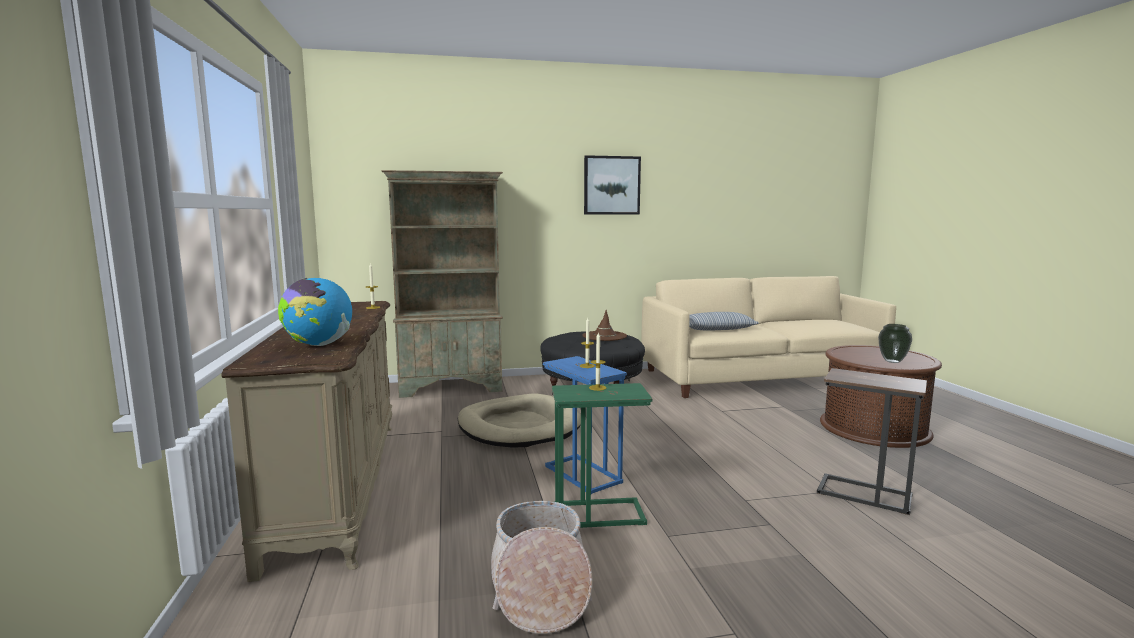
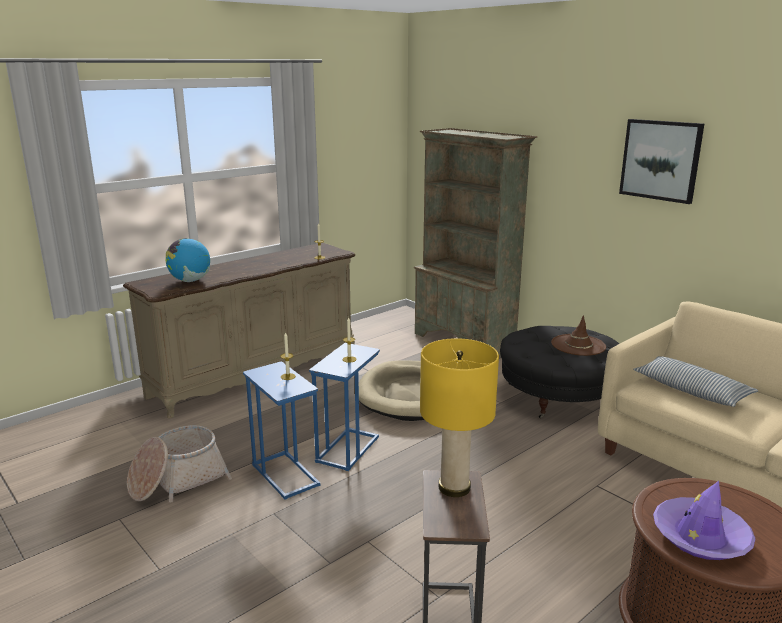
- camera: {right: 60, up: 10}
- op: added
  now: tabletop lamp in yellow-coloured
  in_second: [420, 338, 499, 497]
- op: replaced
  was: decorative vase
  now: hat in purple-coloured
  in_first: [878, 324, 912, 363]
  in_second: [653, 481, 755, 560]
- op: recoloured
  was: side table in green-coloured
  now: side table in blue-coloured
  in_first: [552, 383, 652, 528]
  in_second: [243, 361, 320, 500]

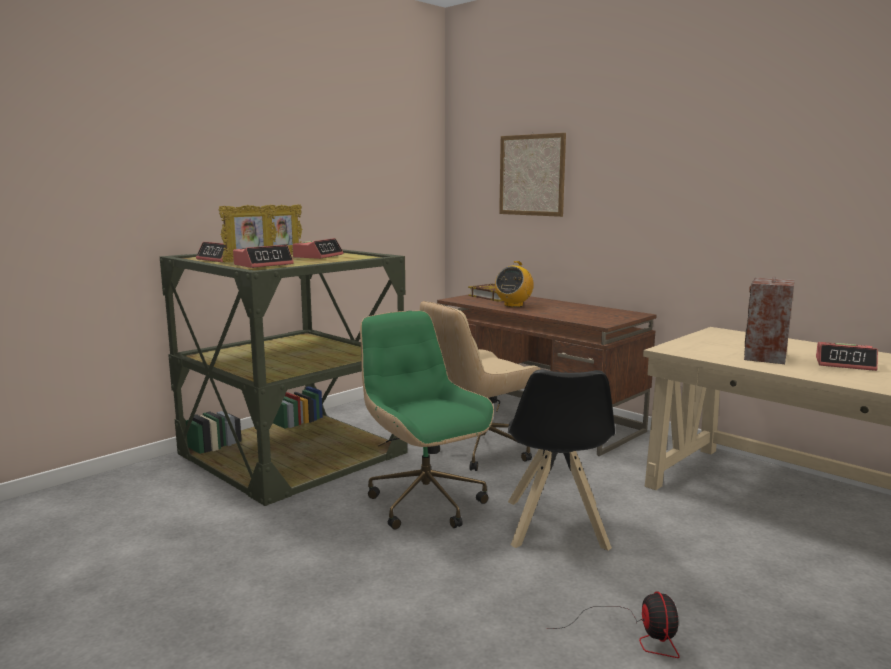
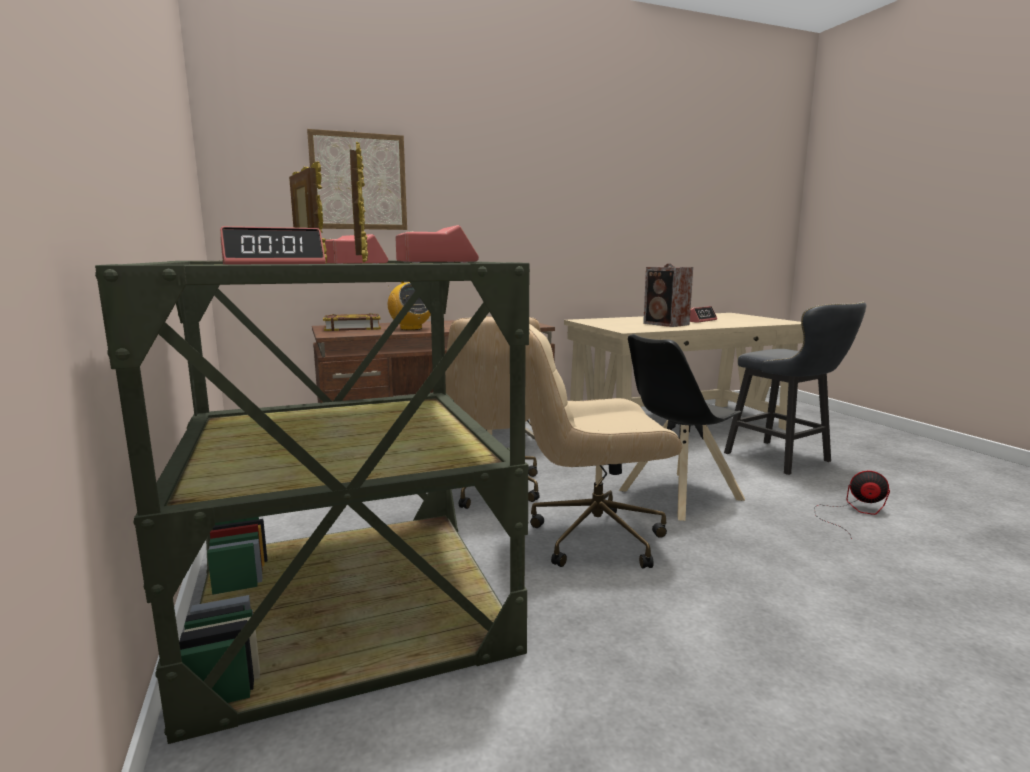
- camera: {right: -65, up: 0}
- op: added
  now: sitting stool in greyish
  in_second: [724, 302, 867, 475]
- op: recoloured
  was: computer chair in green-coloured
  now: computer chair in sand-coloured
  in_first: [360, 311, 494, 529]
  in_second: [525, 324, 682, 568]
- op: turned
  was: upright chair in black
  in_first: [508, 369, 615, 551]
  in_second: [619, 334, 745, 521]
  clockwise: 120

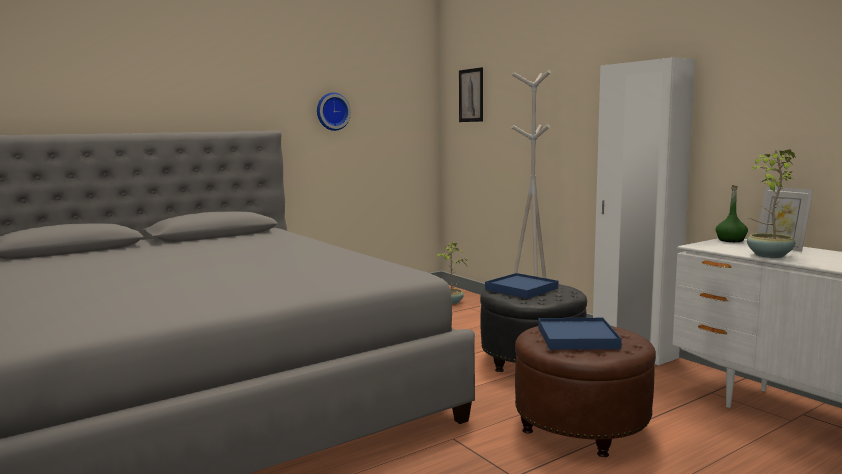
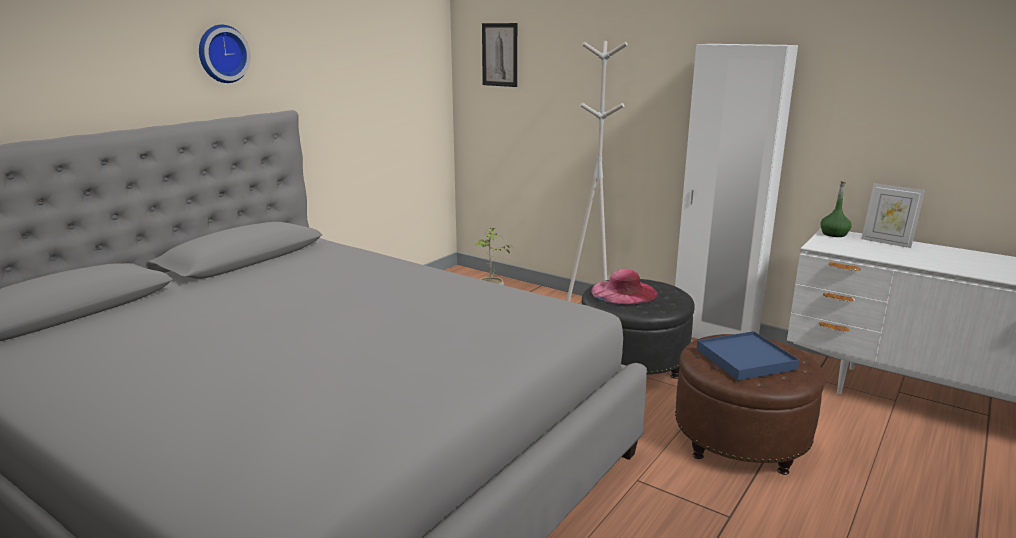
- camera: {right: -20, up: 10}
- op: removed
  was: houseplant
  in_first: [747, 150, 797, 258]
- op: moved
  was: clock on the wall
  in_first: [317, 92, 351, 131]
  in_second: [199, 25, 251, 83]
- op: replaced
  was: carrying tray in blue-coloured
  now: hat in pink
  in_first: [485, 273, 558, 299]
  in_second: [591, 269, 658, 305]

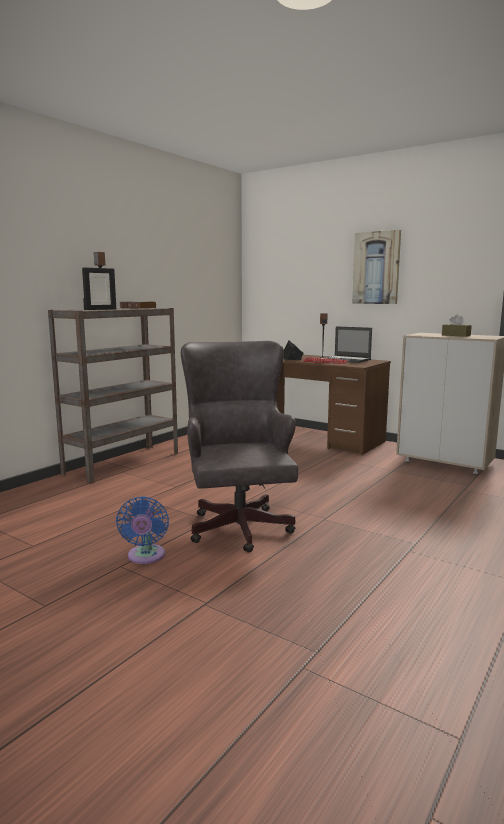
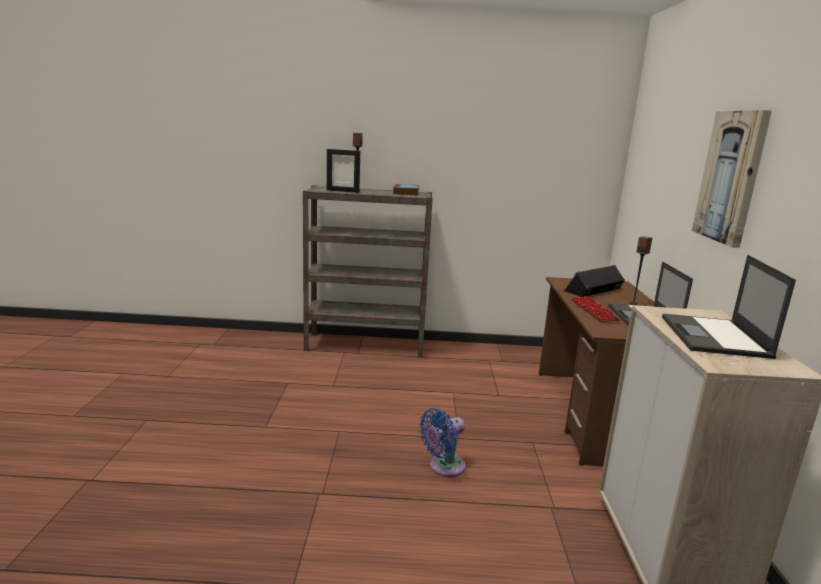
- camera: {right: 55, up: 5}
- op: removed
  was: computer chair in greyish
  in_first: [181, 341, 298, 552]
- op: moved
  was: electric fan in blue-coloured
  in_first: [116, 496, 169, 564]
  in_second: [420, 408, 466, 477]
- op: replaced
  was: box of tissues in brownish
  now: portable computer
  in_first: [442, 314, 472, 337]
  in_second: [662, 255, 796, 359]

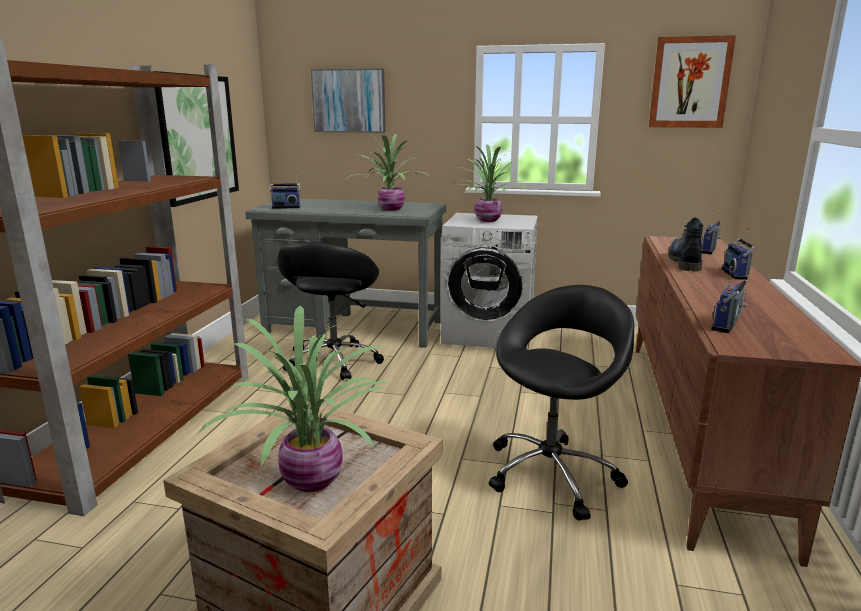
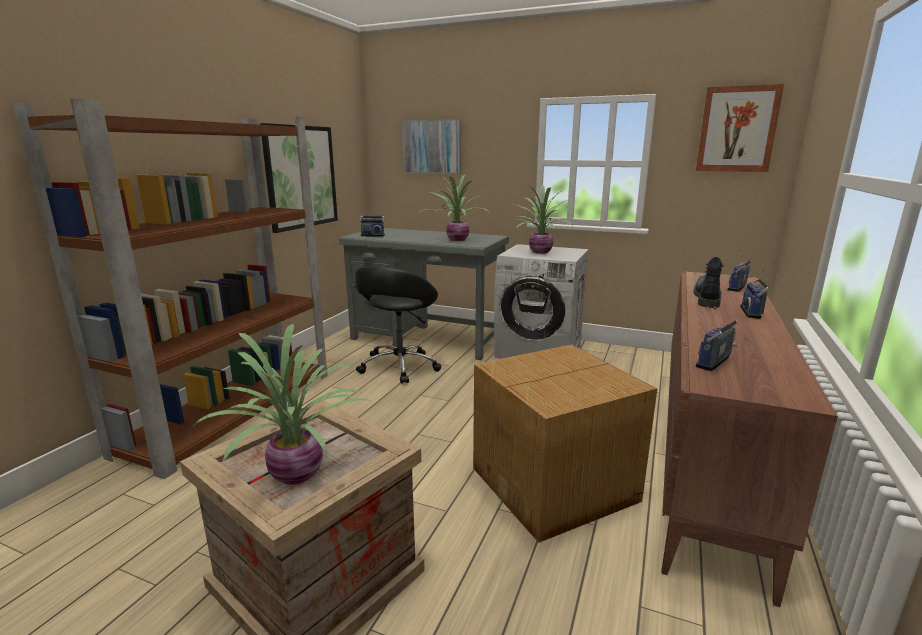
- camera: {right: 10, up: 0}
- op: replaced
  was: computer chair in black
  now: cardboard box
  in_first: [489, 285, 634, 520]
  in_second: [473, 344, 657, 543]

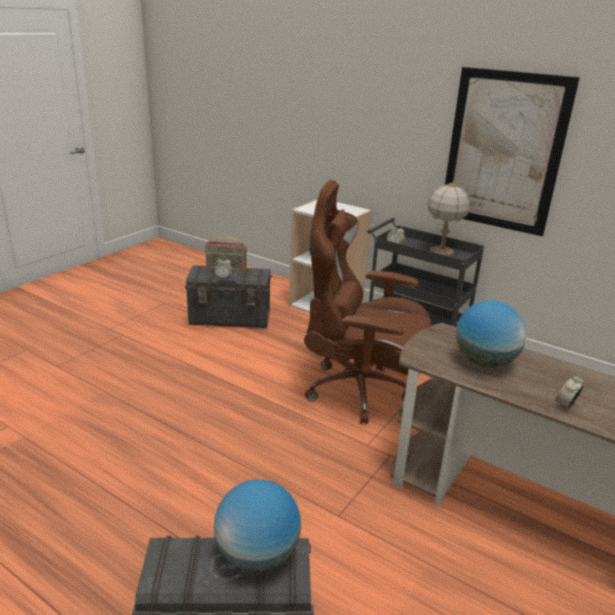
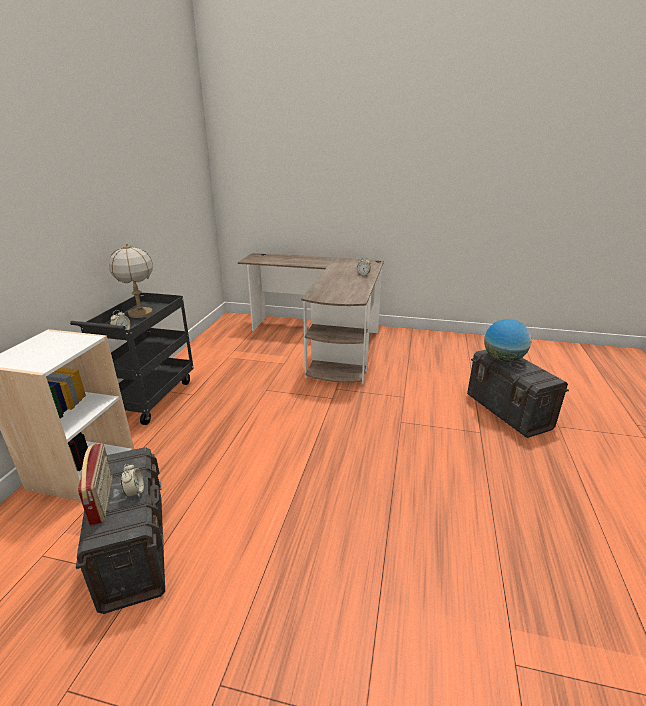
- camera: {right: -110, up: 0}
- op: removed
  was: computer chair in brownish
  in_first: [304, 180, 431, 424]
- op: removed
  was: picture
  in_first: [445, 67, 580, 236]
- op: removed
  was: desk globe
  in_first: [456, 300, 526, 368]

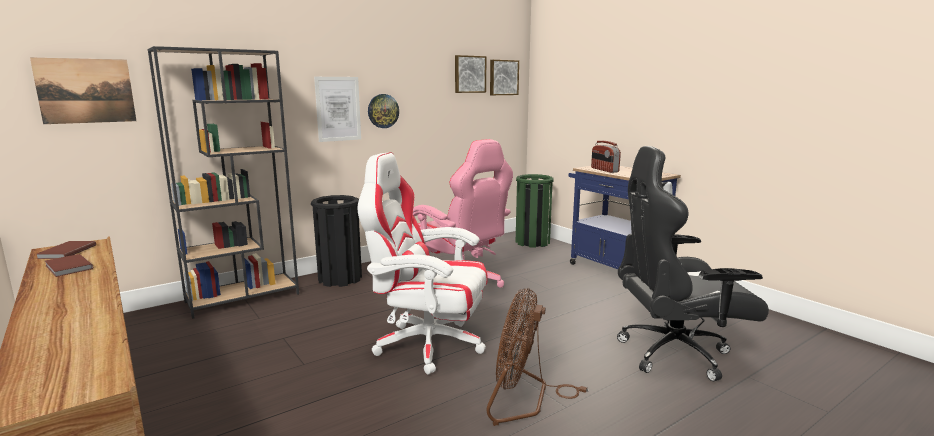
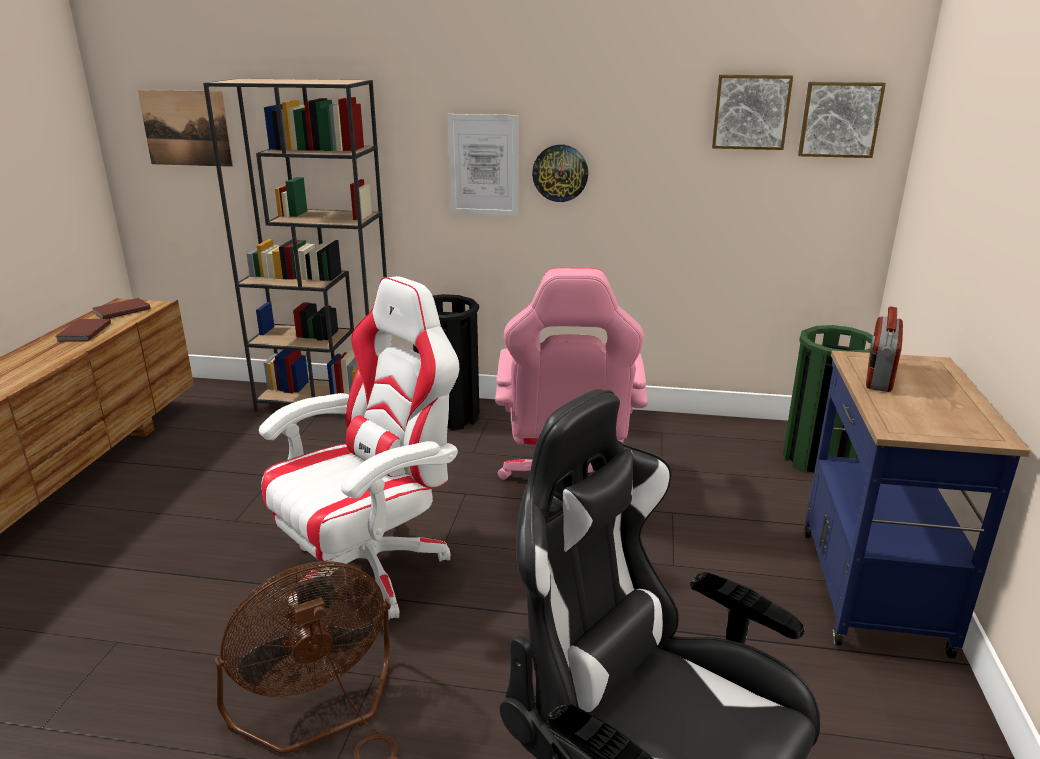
- camera: {right: 45, up: 10}
- op: turned
  was: computer chair in white-coloured
  in_first: [358, 152, 488, 375]
  in_second: [259, 276, 459, 620]
  clockwise: 75

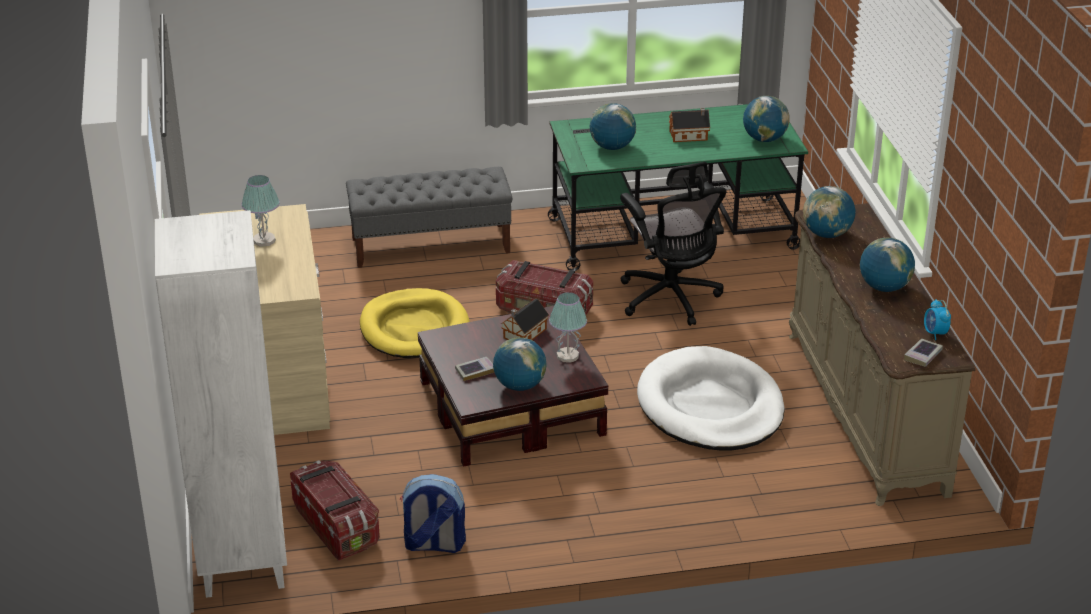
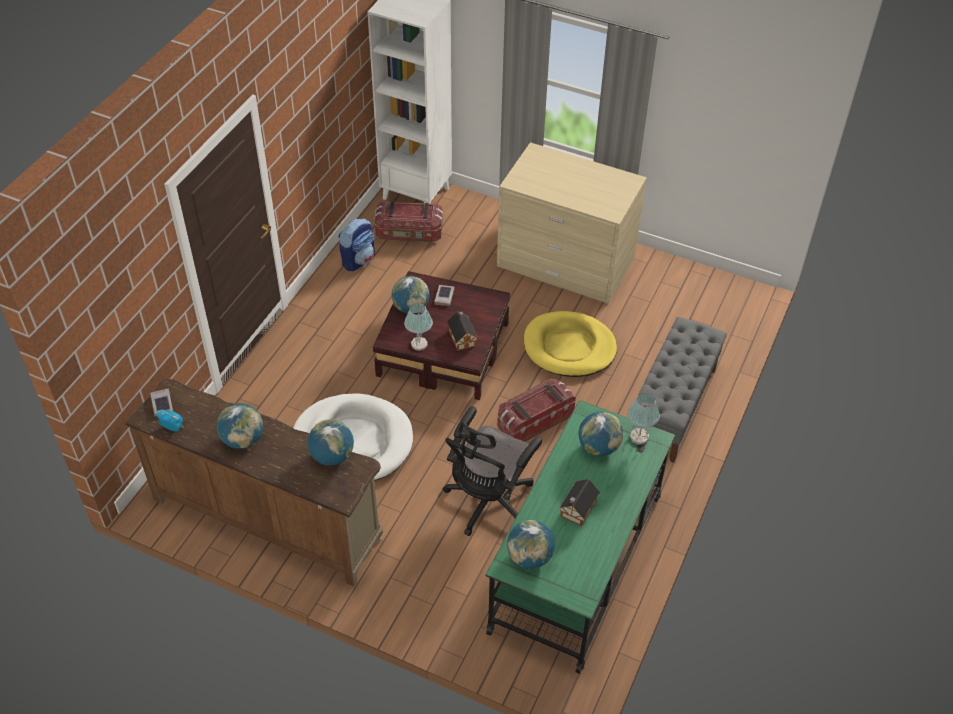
- camera: {right: 125, up: 15}
- op: moved
  was: tabletop lamp
  in_first: [241, 175, 280, 247]
  in_second: [627, 393, 660, 445]
- op: turned
  was: computer chair
  in_first: [620, 162, 726, 326]
  in_second: [443, 406, 542, 536]
  clockwise: -75

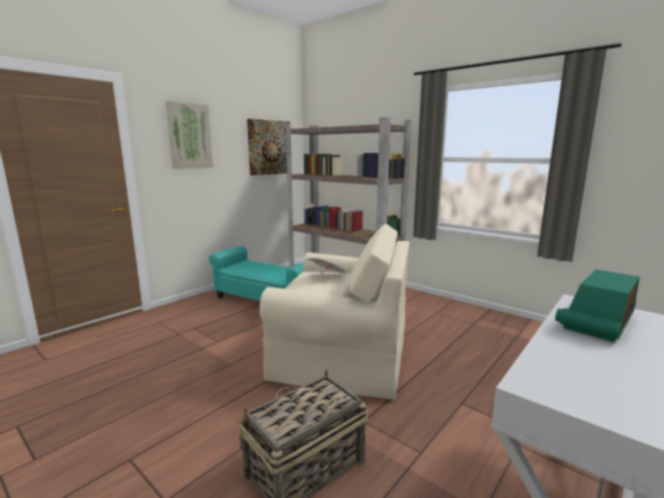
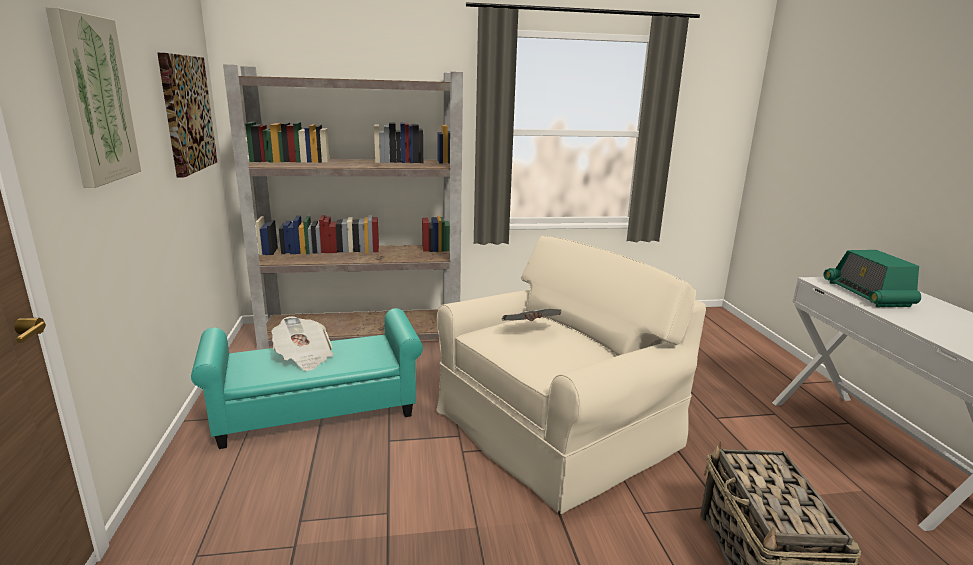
- camera: {right: -50, up: 5}
- op: added
  now: newspaper
  in_second: [271, 316, 334, 371]

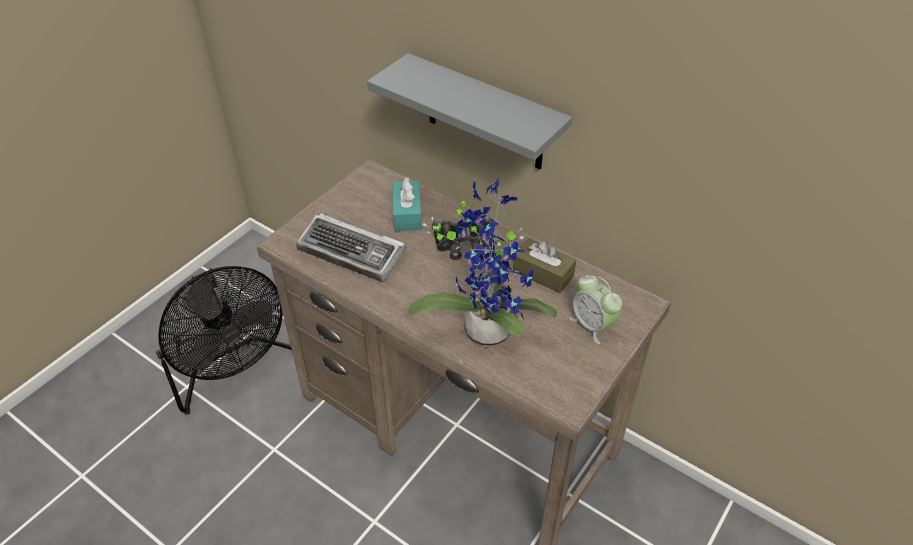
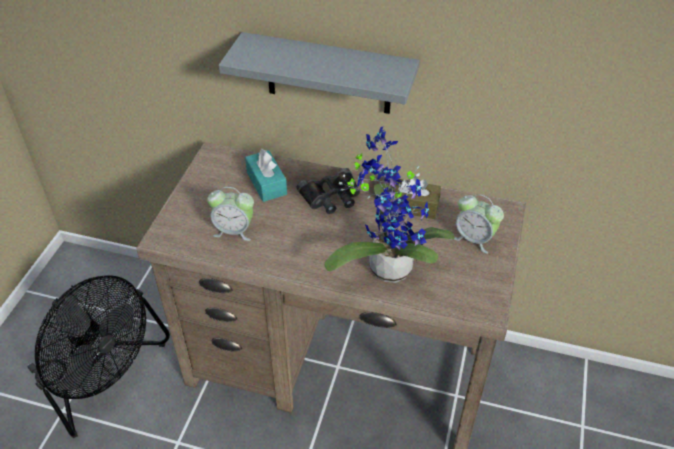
- camera: {right: -20, up: 0}
- op: replaced
  was: PC keyboard
  now: table clock
  in_first: [296, 213, 407, 282]
  in_second: [207, 187, 254, 241]

